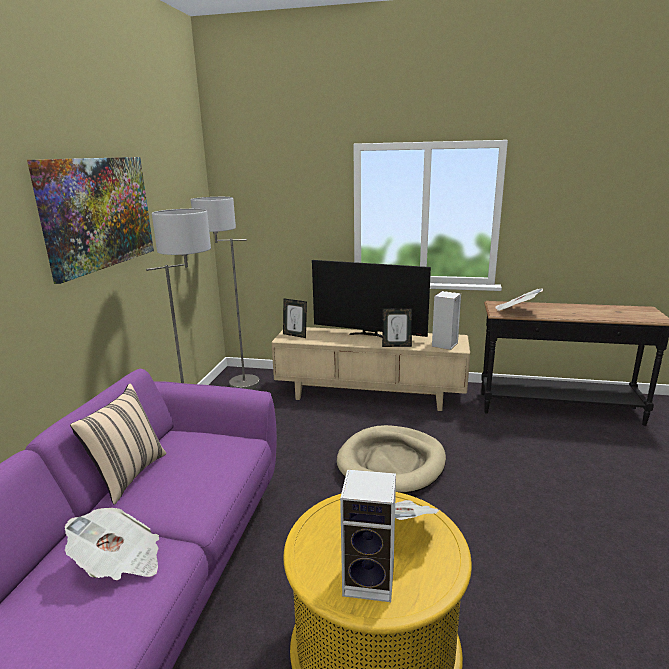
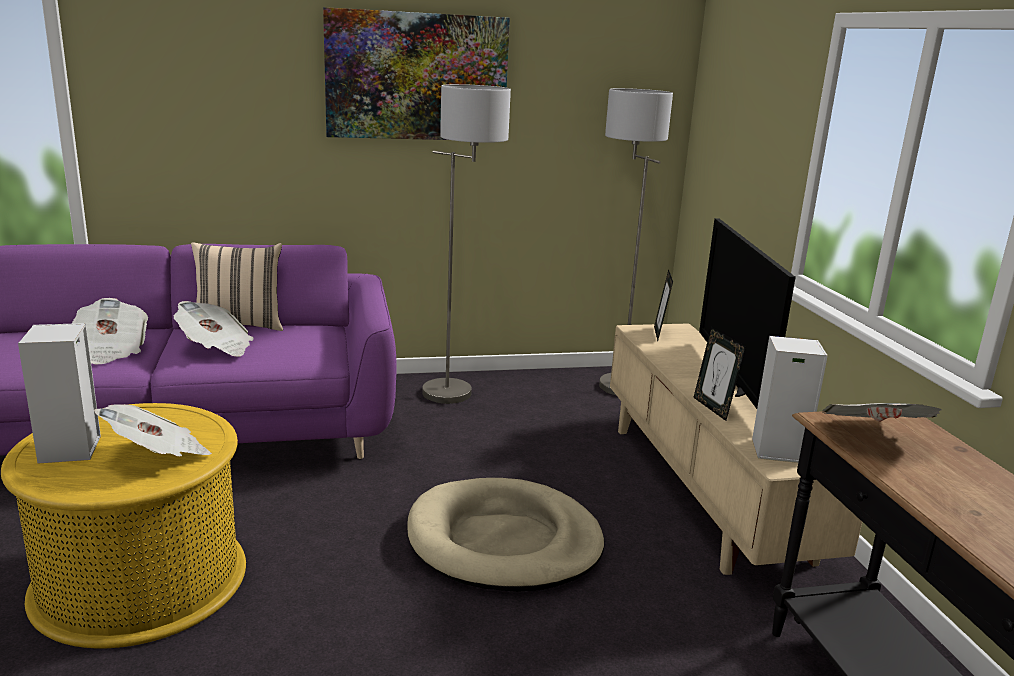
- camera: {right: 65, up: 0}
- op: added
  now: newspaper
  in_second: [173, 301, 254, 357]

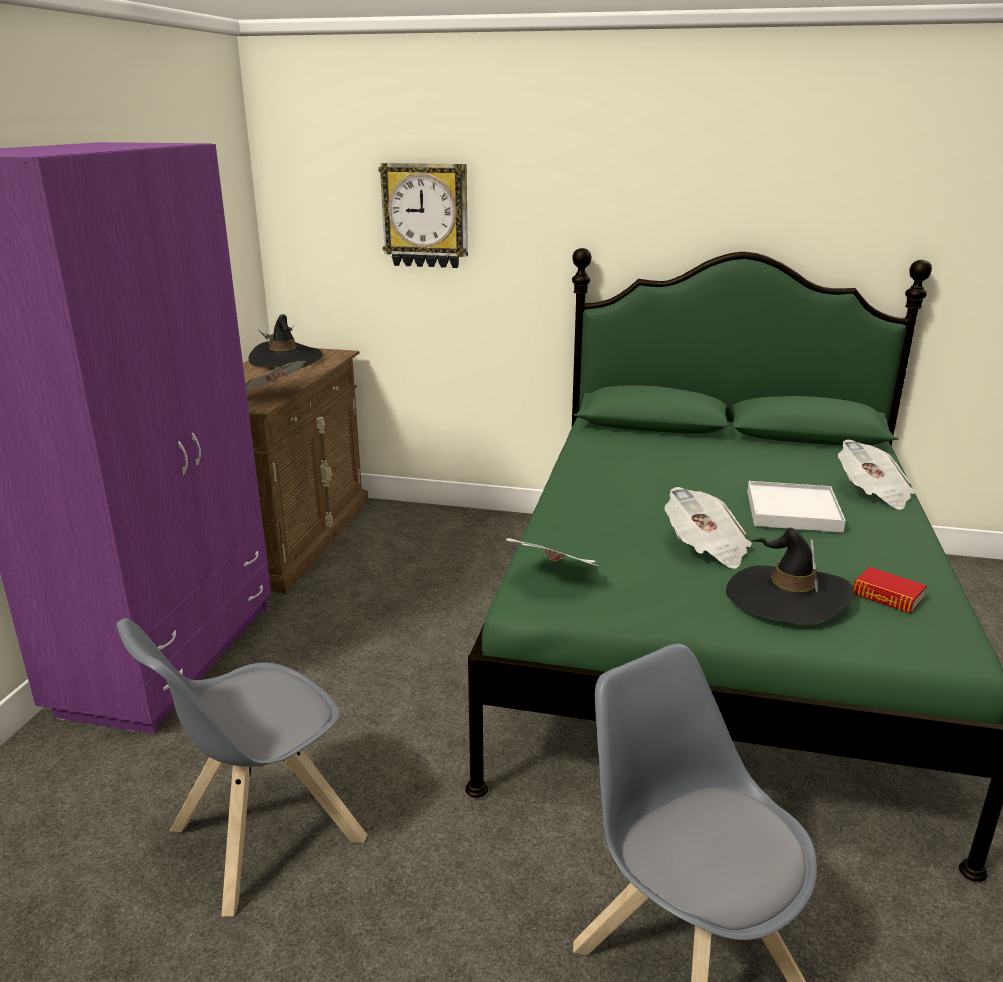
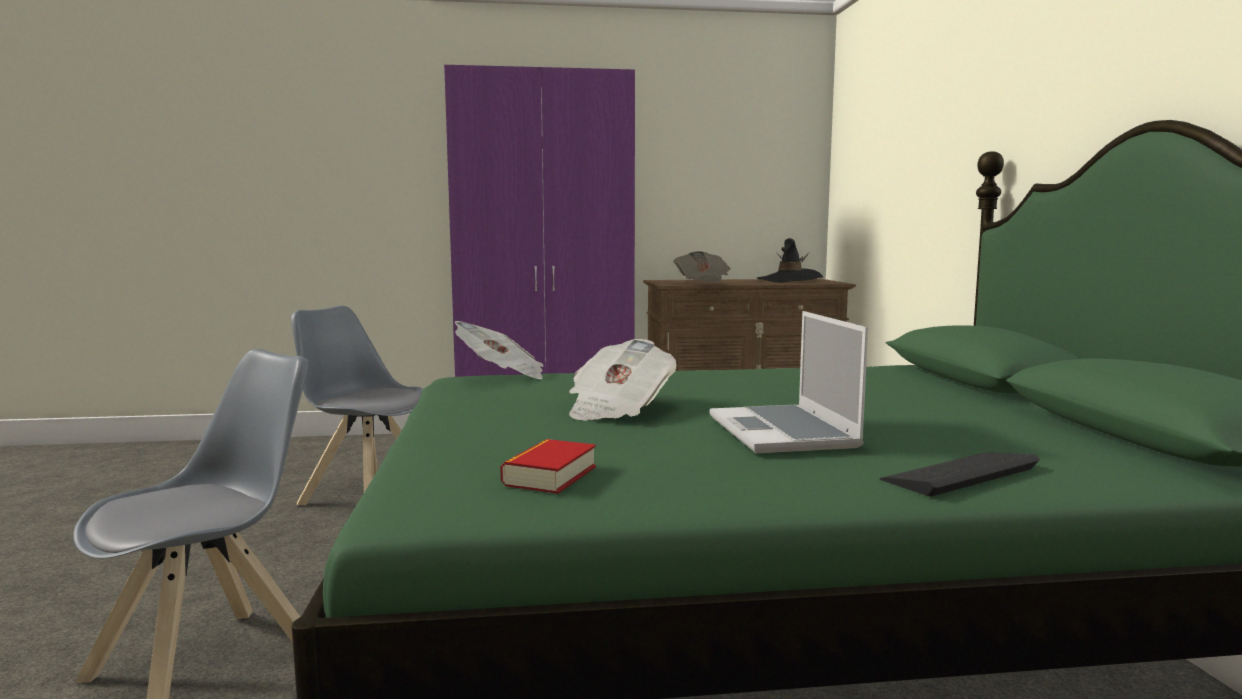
- camera: {right: 70, up: -15}
- op: removed
  was: clock on the wall
  in_first: [378, 163, 468, 268]
- op: removed
  was: hat in black
  in_first: [726, 528, 854, 625]
- op: replaced
  was: carrying tray in white-coloured
  now: portable computer
  in_first: [747, 481, 846, 533]
  in_second: [710, 311, 868, 453]
- op: replaced
  was: newspaper
  now: PC keyboard
  in_first: [838, 440, 915, 510]
  in_second: [880, 452, 1040, 496]

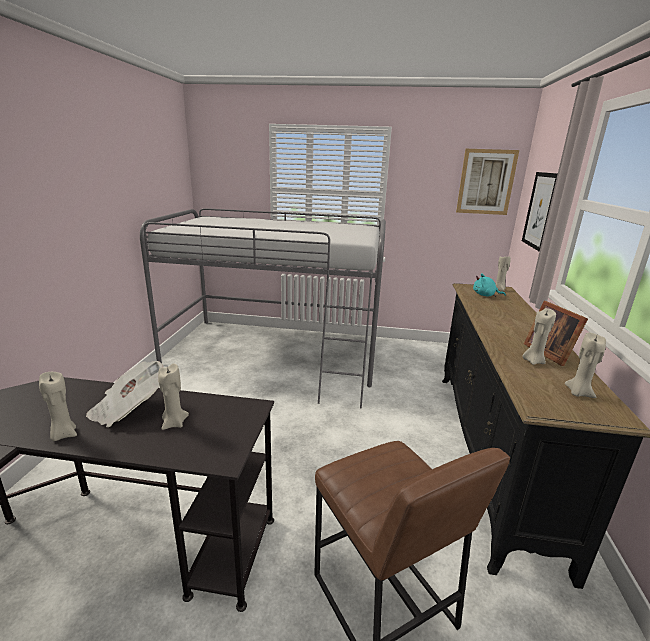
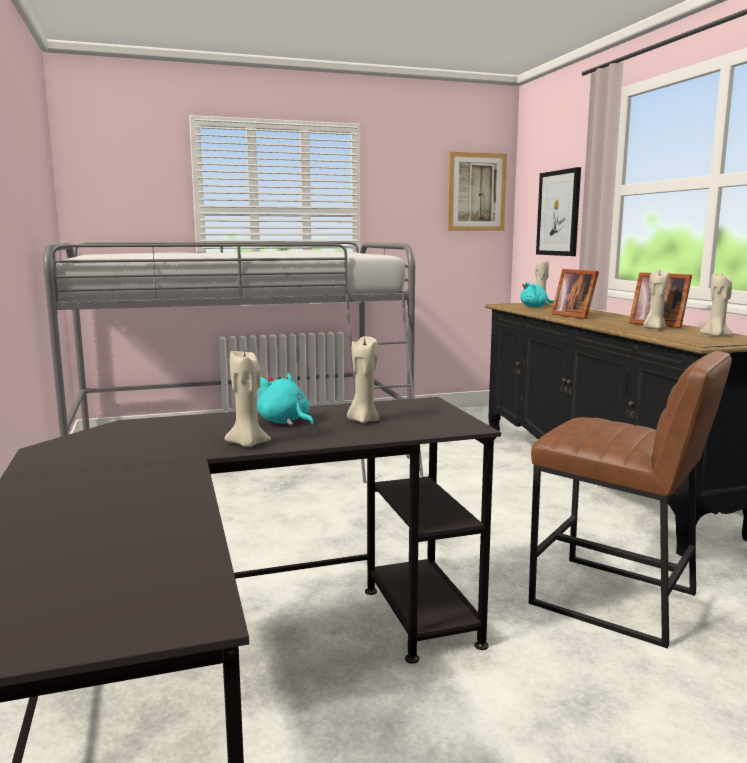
- camera: {right: -25, up: -10}
- op: added
  now: picture frame
  in_second: [551, 269, 599, 319]
- op: replaced
  was: newspaper
  now: cuddly toy in blue-green
  in_first: [86, 361, 164, 428]
  in_second: [257, 372, 314, 426]

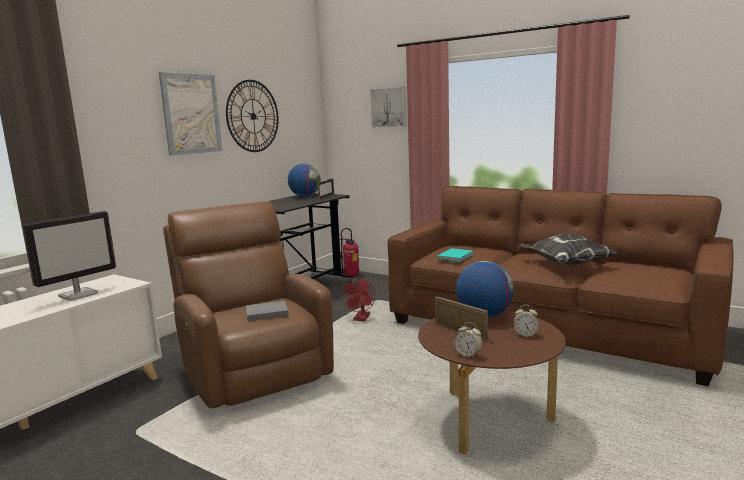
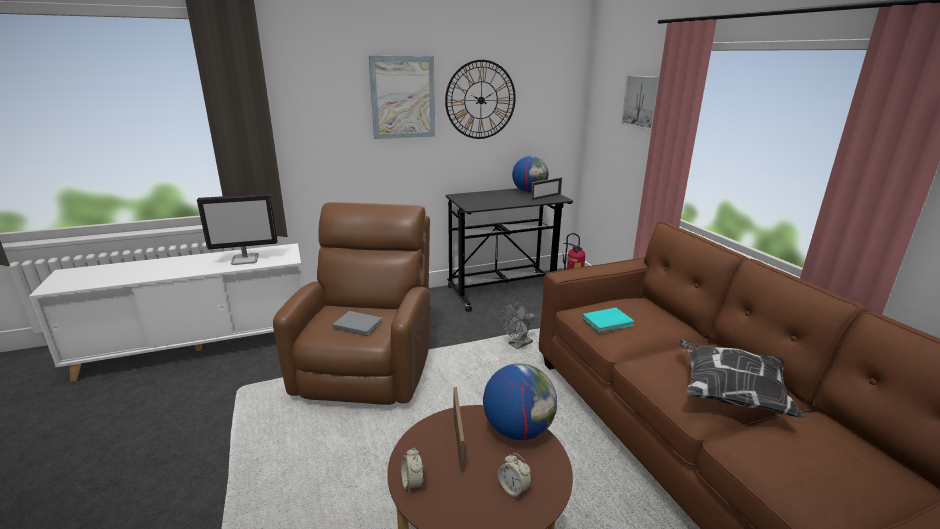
- camera: {right: 35, up: 10}
- op: recoloured
  was: electric fan in red-coloured
  now: electric fan in greyish
  in_first: [341, 277, 375, 321]
  in_second: [502, 301, 535, 349]

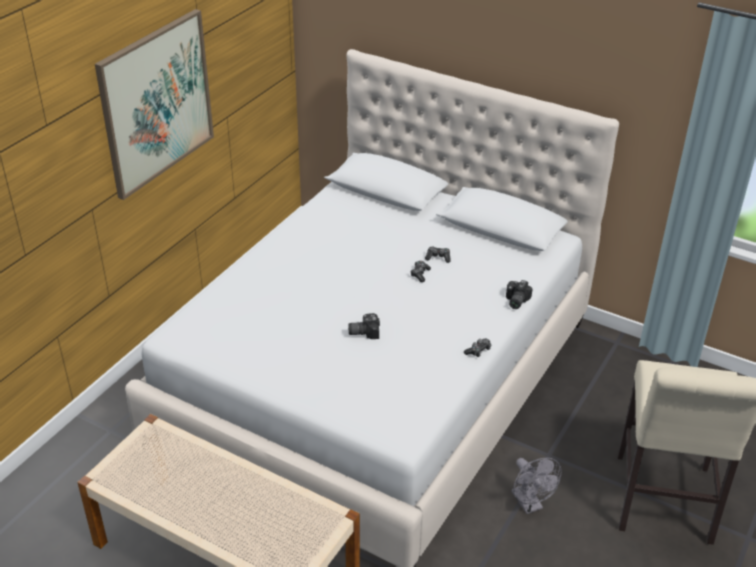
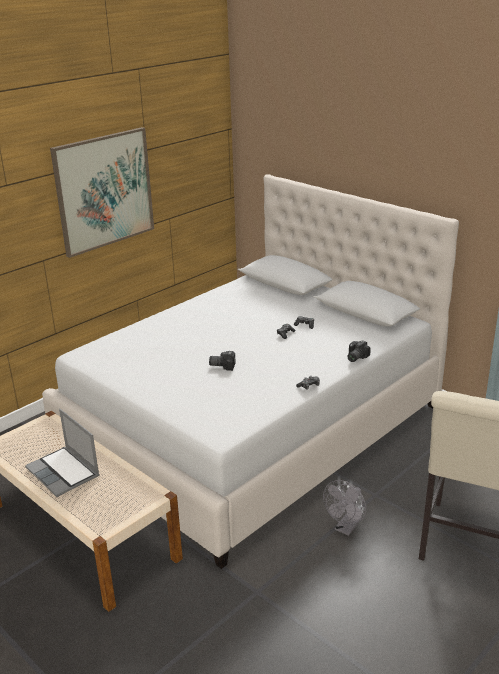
- camera: {right: 15, up: -10}
- op: added
  now: portable computer
  in_second: [25, 409, 100, 497]
- op: turned
  was: electric fan in greyish
  in_first: [512, 458, 562, 514]
  in_second: [323, 480, 366, 536]
  clockwise: 45

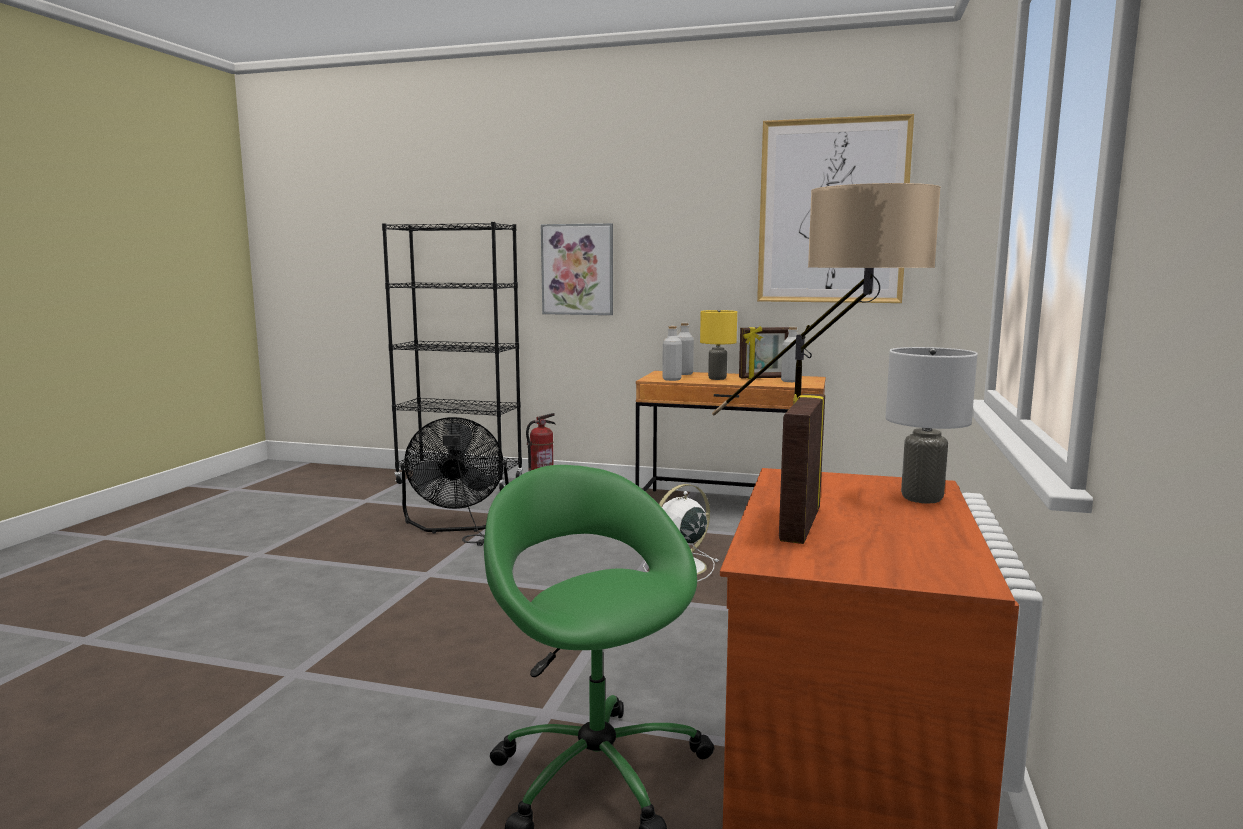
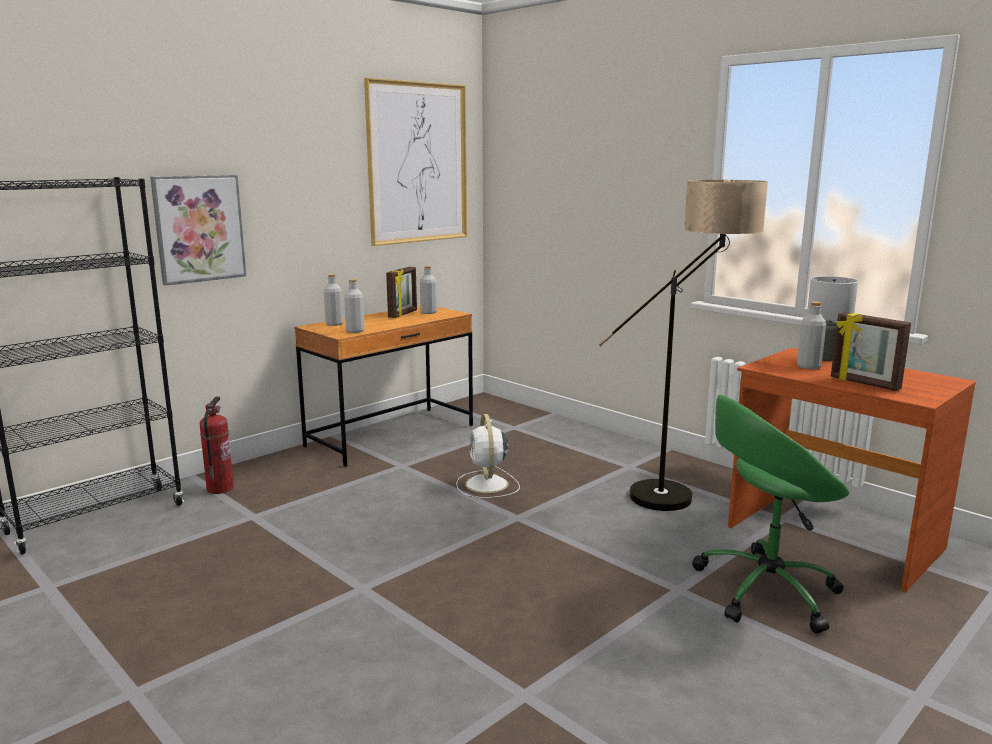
- camera: {right: -60, up: 5}
- op: removed
  was: electric fan in black
  in_first: [401, 417, 509, 546]
- op: removed
  was: tabletop lamp in yellow-coloured
  in_first: [700, 310, 737, 380]
- op: added
  now: bottle in greyish
  in_second: [797, 301, 826, 369]

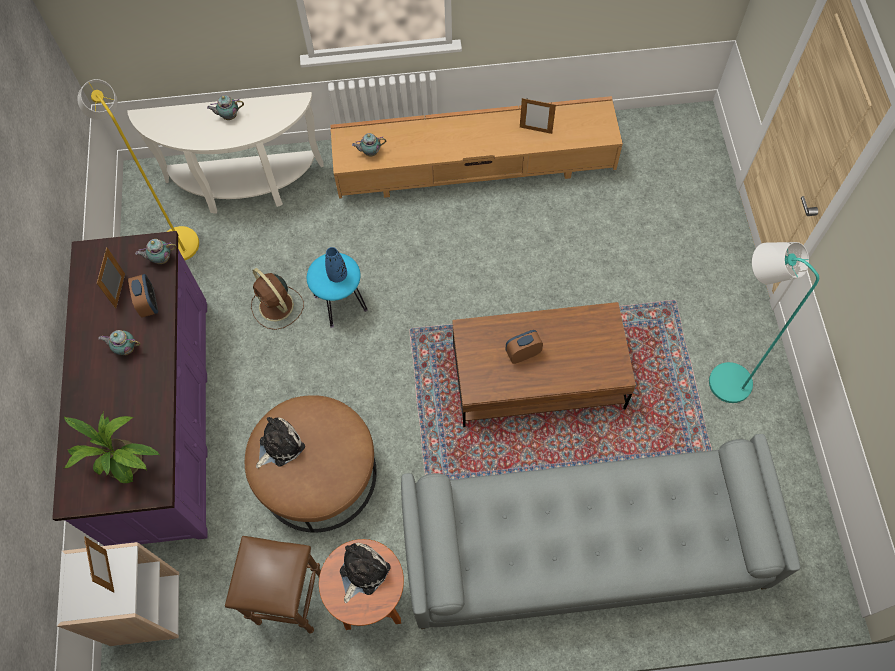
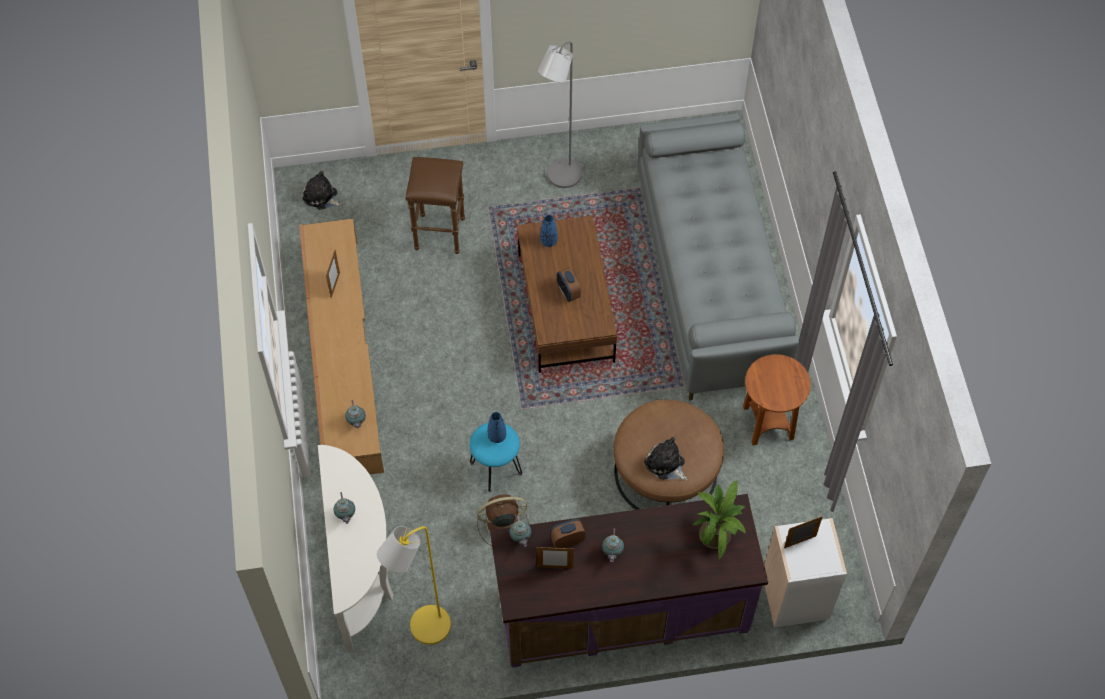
- camera: {right: -95, up: -5}
- op: added
  now: decorative vase in blue-coloured
  in_second: [540, 215, 558, 247]
- op: moved
  was: sitting stool in brownish
  in_first: [225, 536, 321, 633]
  in_second: [405, 157, 465, 254]
- op: moved
  was: cuddly toy
  in_first: [340, 543, 390, 603]
  in_second: [302, 171, 342, 210]
- op: recoloured
  was: standard lamp in blue-green
  now: standard lamp in greyish
  in_first: [709, 242, 819, 403]
  in_second: [538, 41, 582, 188]
- op: turned
  was: electric fan in brownish
  in_first: [251, 268, 304, 330]
  in_second: [477, 494, 530, 546]
  clockwise: -150

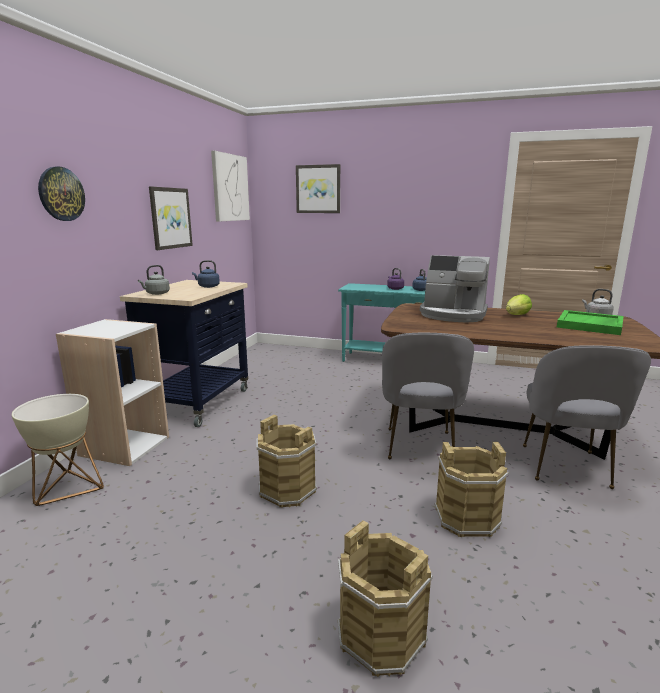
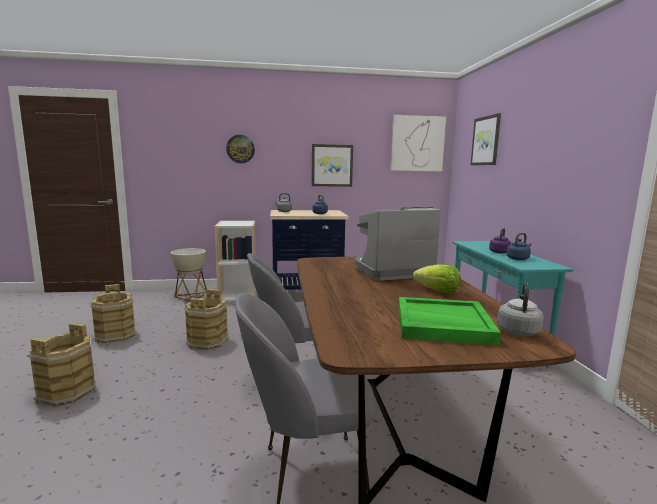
- camera: {right: 65, up: -5}
- op: moved
  was: bucket in brownish
  in_first: [435, 442, 508, 537]
  in_second: [90, 284, 136, 343]
- op: turned
  was: coffee machine
  in_first: [420, 255, 490, 322]
  in_second: [355, 207, 441, 281]
  clockwise: 75

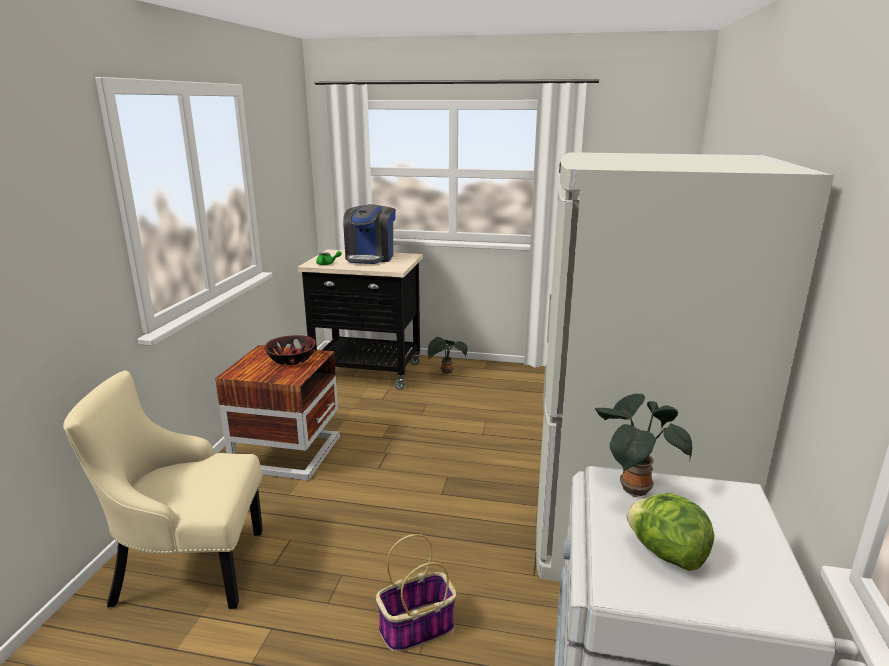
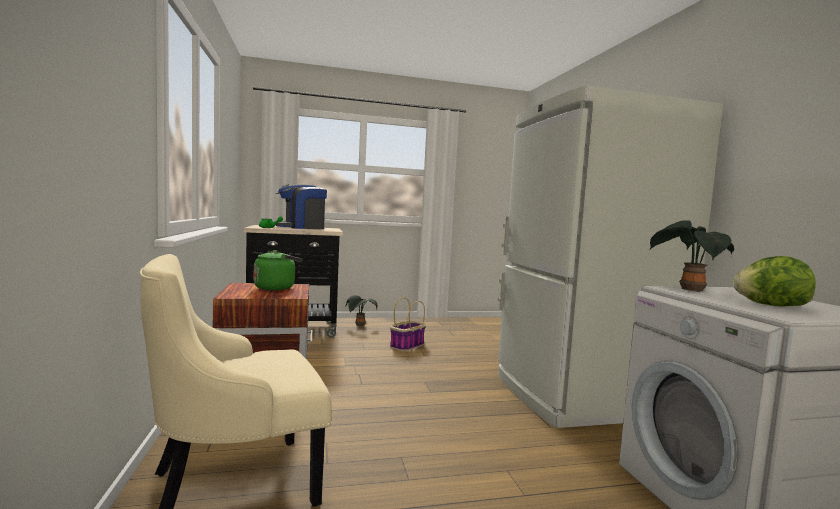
- camera: {right: -25, up: -15}
- op: moved
  was: household basket
  in_first: [376, 534, 456, 652]
  in_second: [390, 297, 426, 351]
- op: replaced
  was: deep dish
  now: kettle in green-coloured
  in_first: [264, 335, 316, 365]
  in_second: [254, 250, 303, 290]
- op: turned
  was: coffee machine
  in_first: [343, 204, 396, 264]
  in_second: [275, 184, 327, 229]
  clockwise: 75

